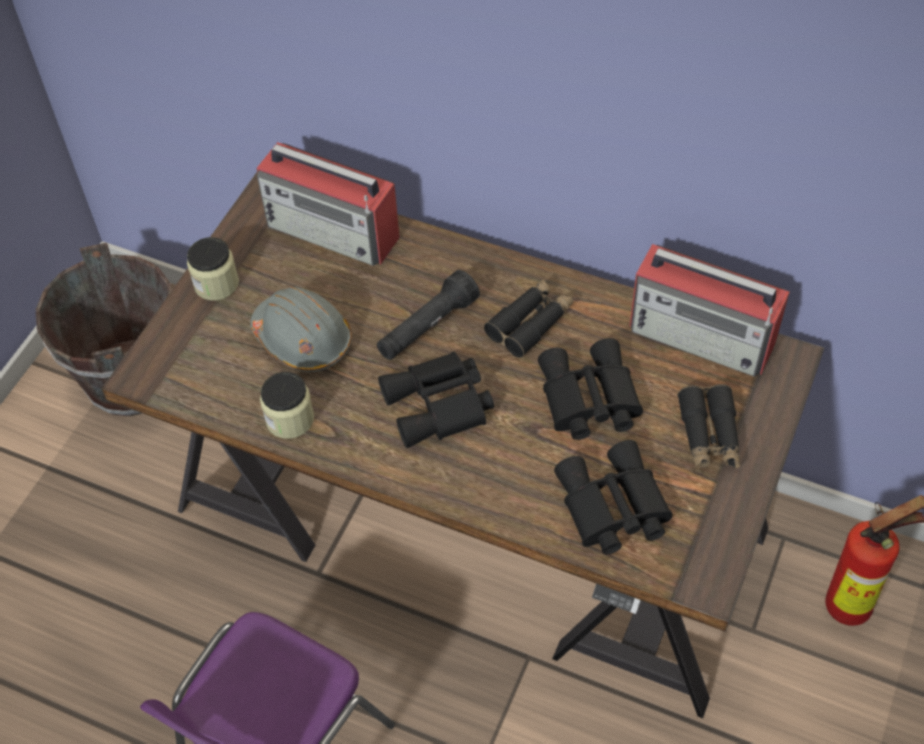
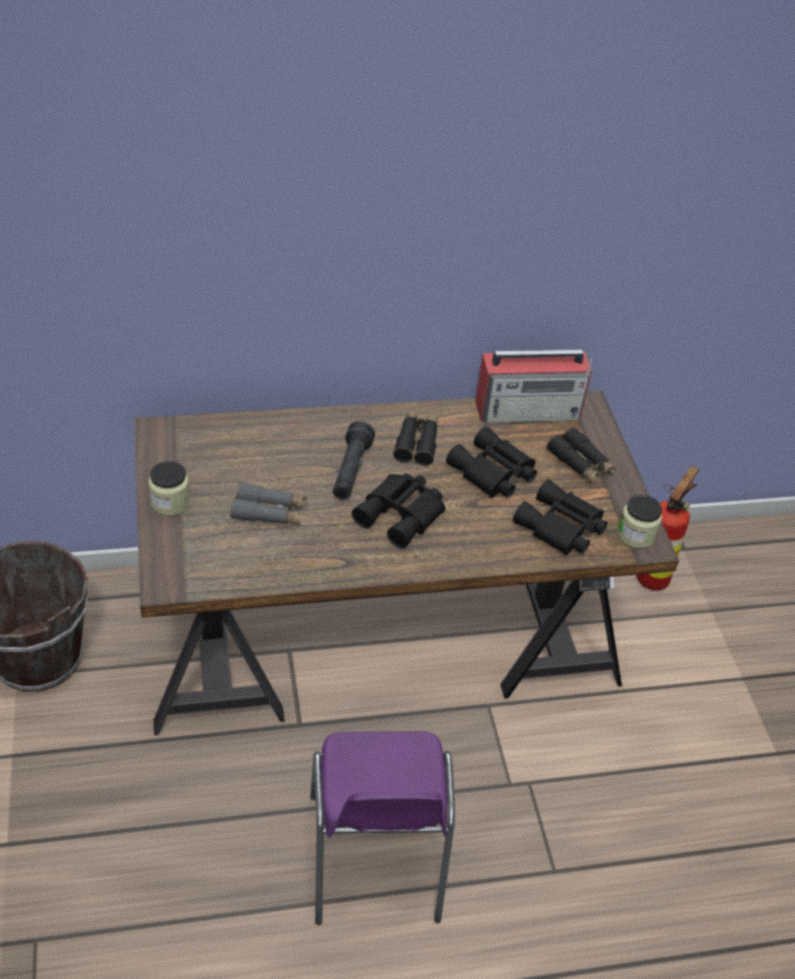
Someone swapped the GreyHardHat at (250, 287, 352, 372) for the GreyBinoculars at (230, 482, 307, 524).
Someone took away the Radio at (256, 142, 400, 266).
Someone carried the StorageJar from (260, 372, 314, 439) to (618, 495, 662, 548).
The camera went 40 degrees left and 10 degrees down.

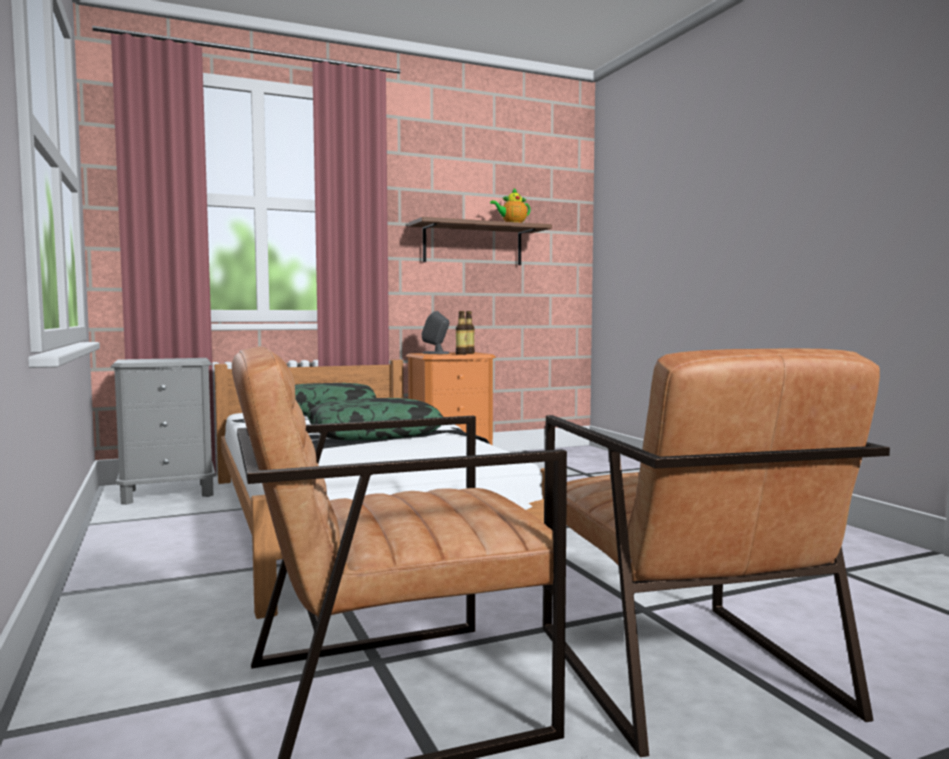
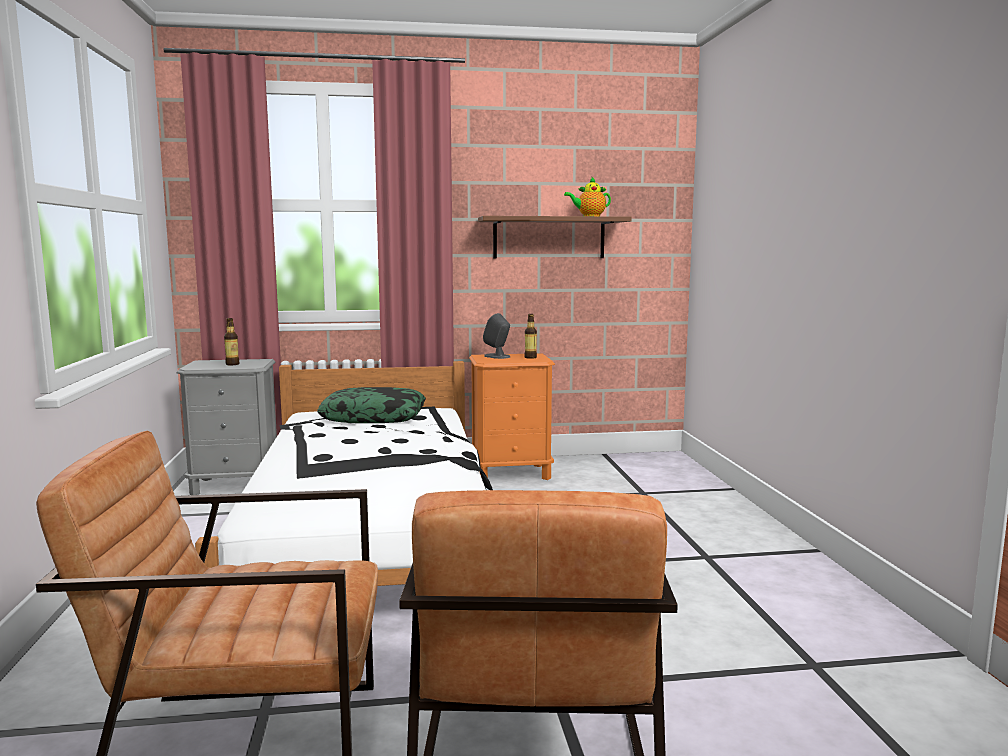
Someone took away the ThrowPillow at (307, 398, 443, 440).
Someone carried the BeverageBottle from (456, 311, 468, 355) to (224, 318, 239, 365).
The camera went 15 degrees right and 5 degrees up.

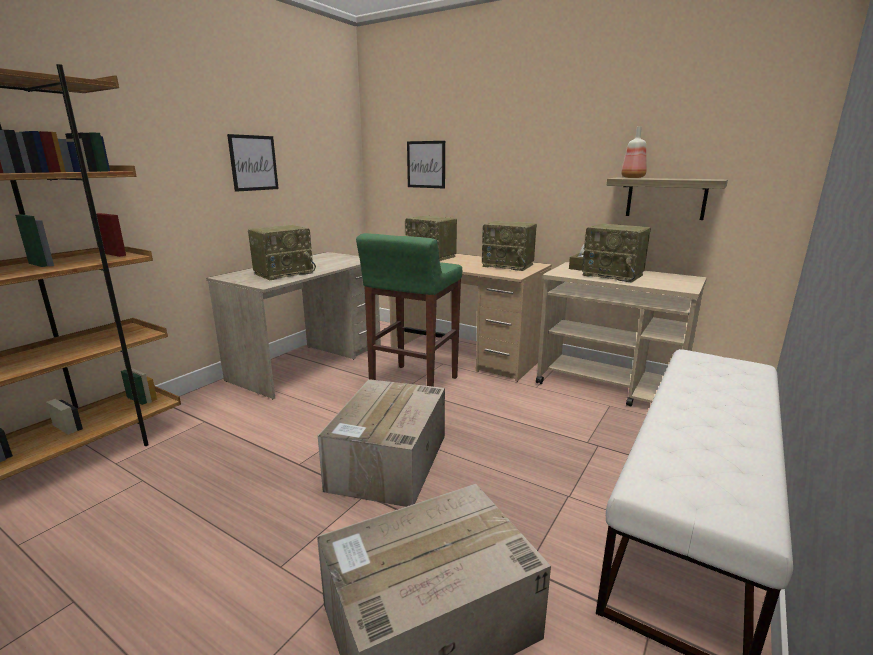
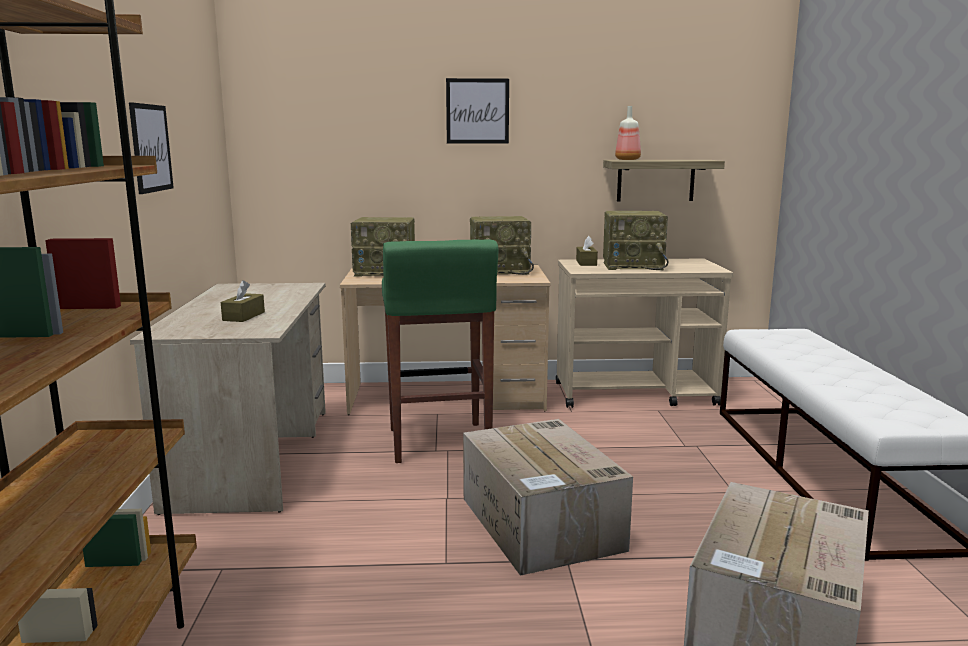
Someone swapped the Radio at (248, 225, 316, 280) for the BrownishBoxOfTissues at (221, 280, 265, 322).
Someone carried the Picture from (407, 141, 445, 188) to (446, 78, 509, 143).
The camera went 35 degrees left and 5 degrees down.

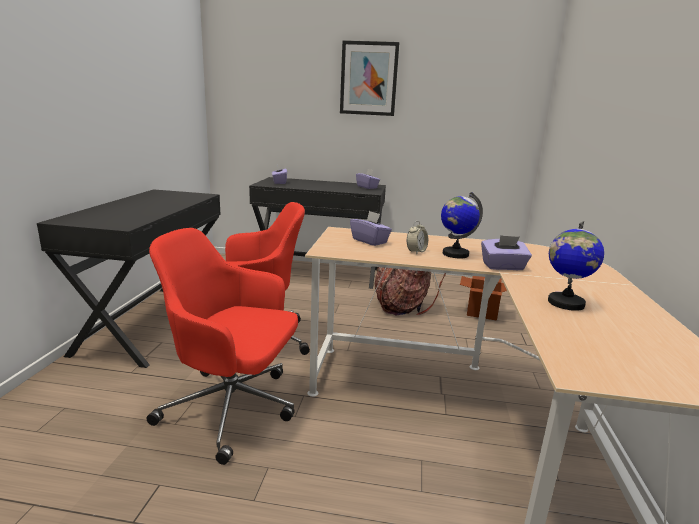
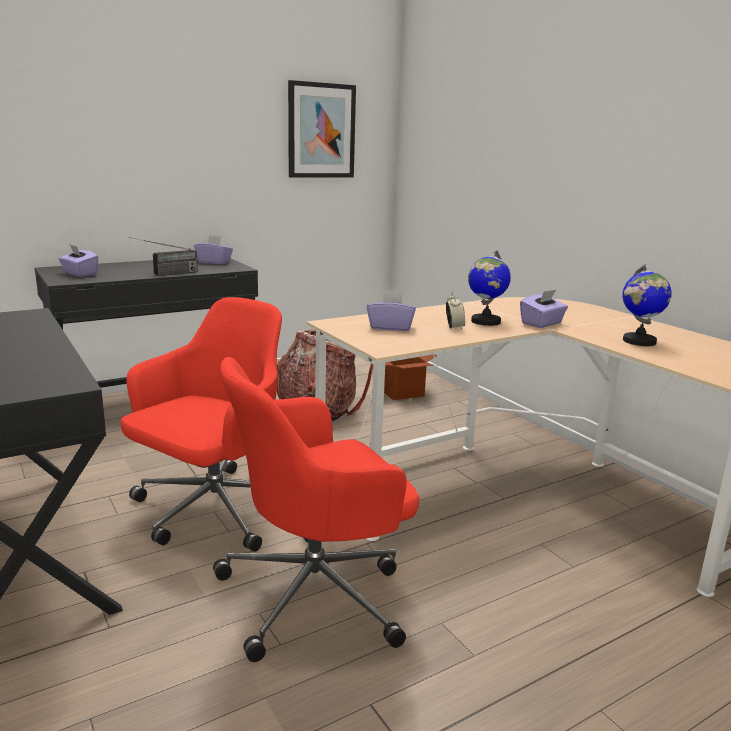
Someone carried the Picture from (340, 40, 399, 116) to (288, 80, 356, 177).
Someone put down the Radio at (129, 237, 197, 276).
The camera went 40 degrees left and 0 degrees up.

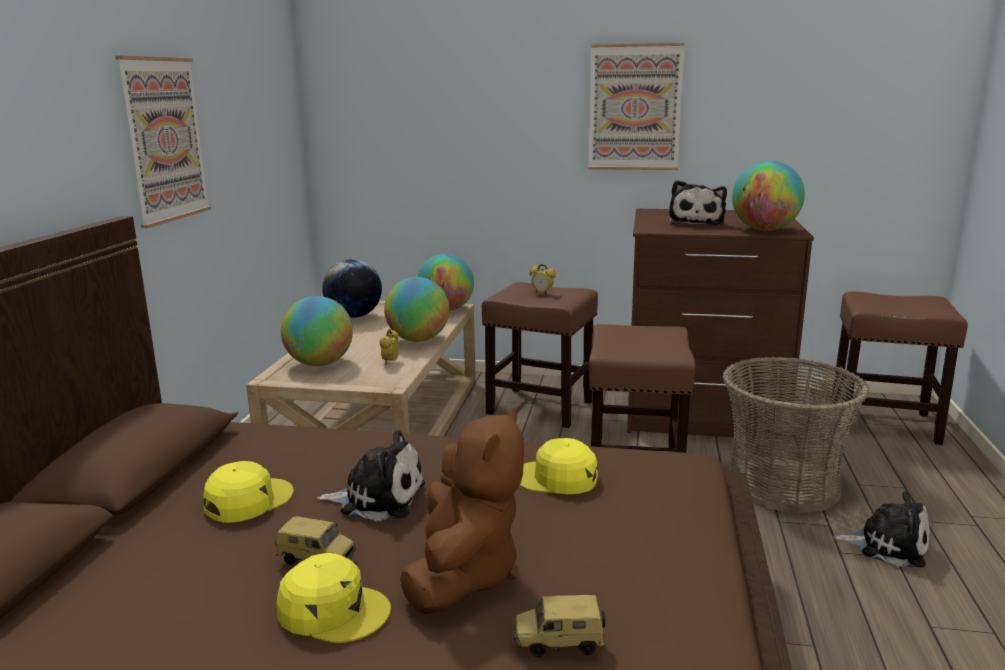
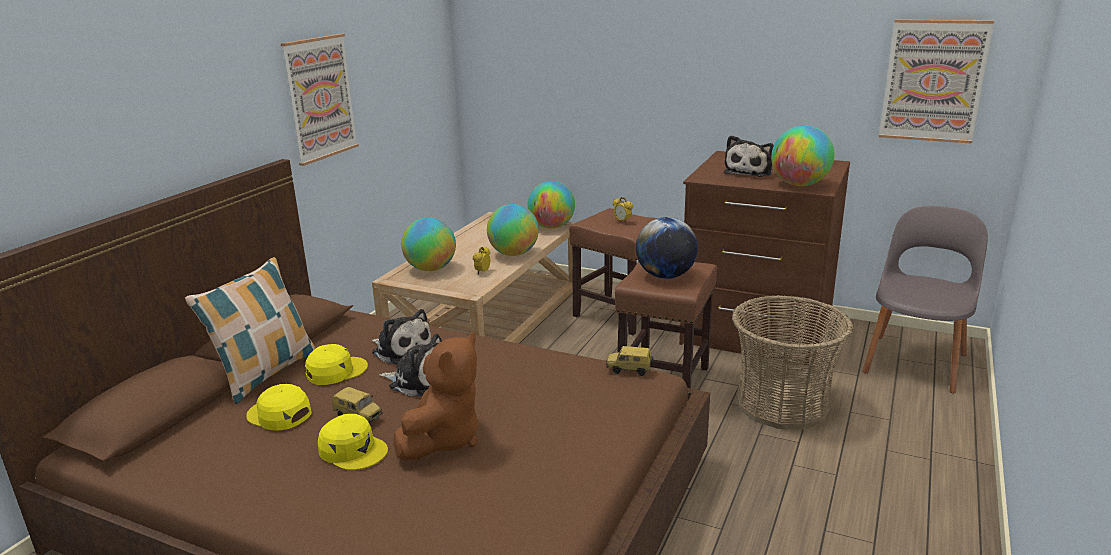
Someone carried the WorldGlobe from (322, 259, 382, 318) to (636, 217, 698, 279).
Someone carried the ModelCar from (514, 595, 605, 657) to (606, 346, 653, 376).
Someone carried the YellowBaseballCap from (520, 438, 598, 494) to (246, 384, 312, 431).
Someone carried the Picture from (588, 43, 685, 170) to (879, 19, 994, 144).
Someone swapped the BrownishSittingStool at (831, 292, 968, 445) for the GreyUprightChair at (863, 206, 988, 393).
Someone carried the SoftToy from (833, 491, 930, 568) to (371, 309, 431, 364).
Someone put down the ThrowPillow at (185, 257, 316, 404).
The camera went 15 degrees right and 5 degrees up.

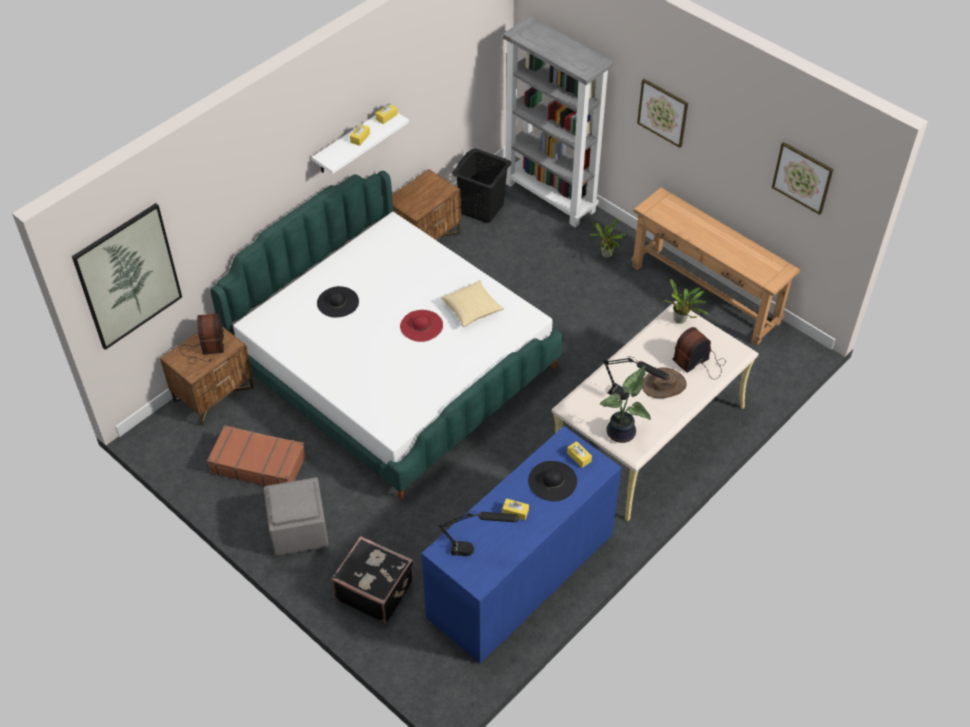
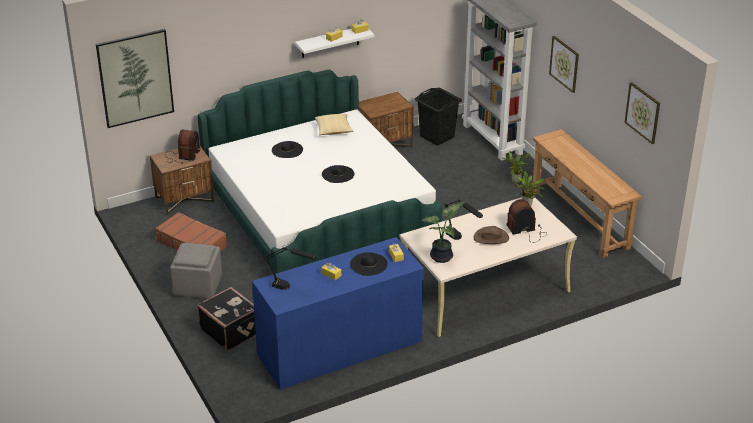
Someone repainted the RedColouredClothingHat at (400, 310, 443, 342), which became the BlackClothingHat at (322, 165, 354, 183).
Someone carried the ThrowPillow from (441, 280, 504, 327) to (315, 114, 353, 135).
The camera went 20 degrees right and 15 degrees down.

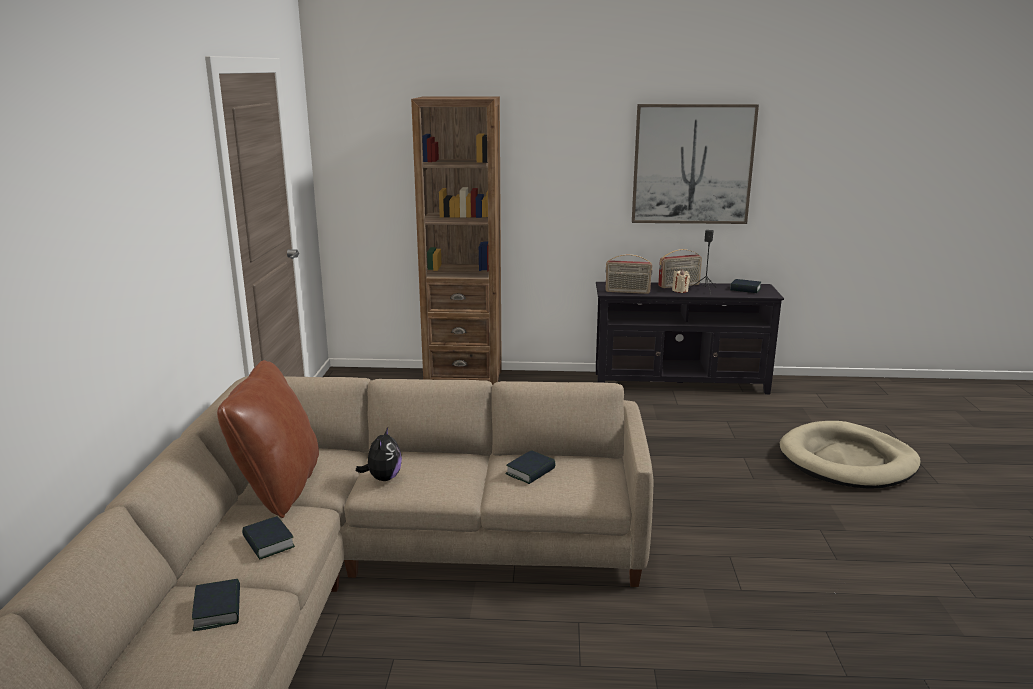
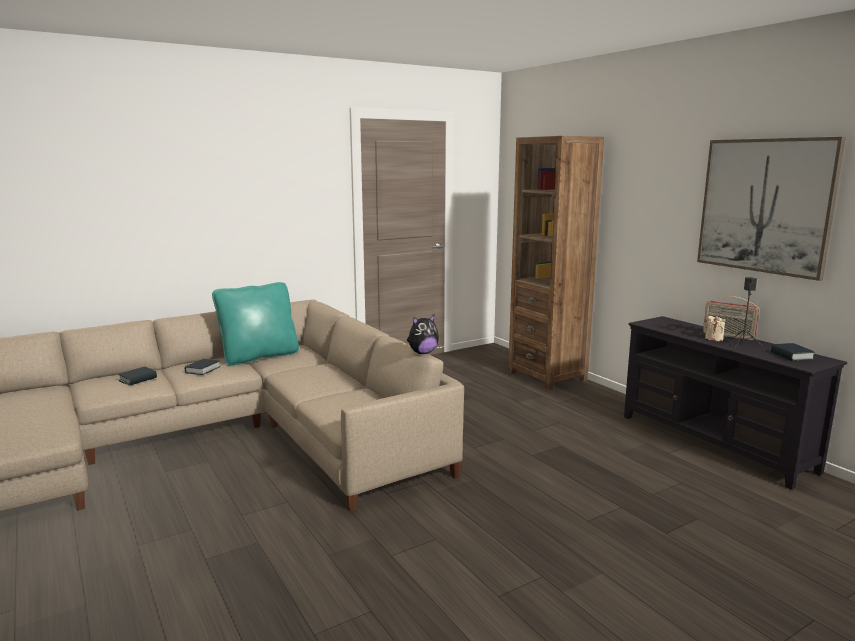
Someone repainted the BrownishThrowPillow at (217, 360, 319, 518), which became the TurquoiseColouredThrowPillow at (212, 282, 299, 366).
Someone carried the SoftToy from (356, 427, 402, 481) to (407, 315, 439, 354).
Someone took away the BoundBook at (505, 450, 555, 484).
Someone took away the Radio at (605, 254, 652, 294).
Someone took away the SandColouredPetBed at (780, 421, 920, 489).
The camera went 55 degrees right and 5 degrees down.

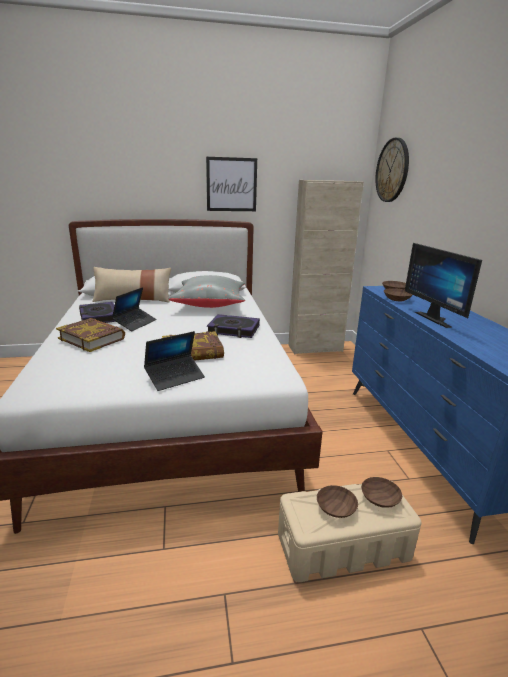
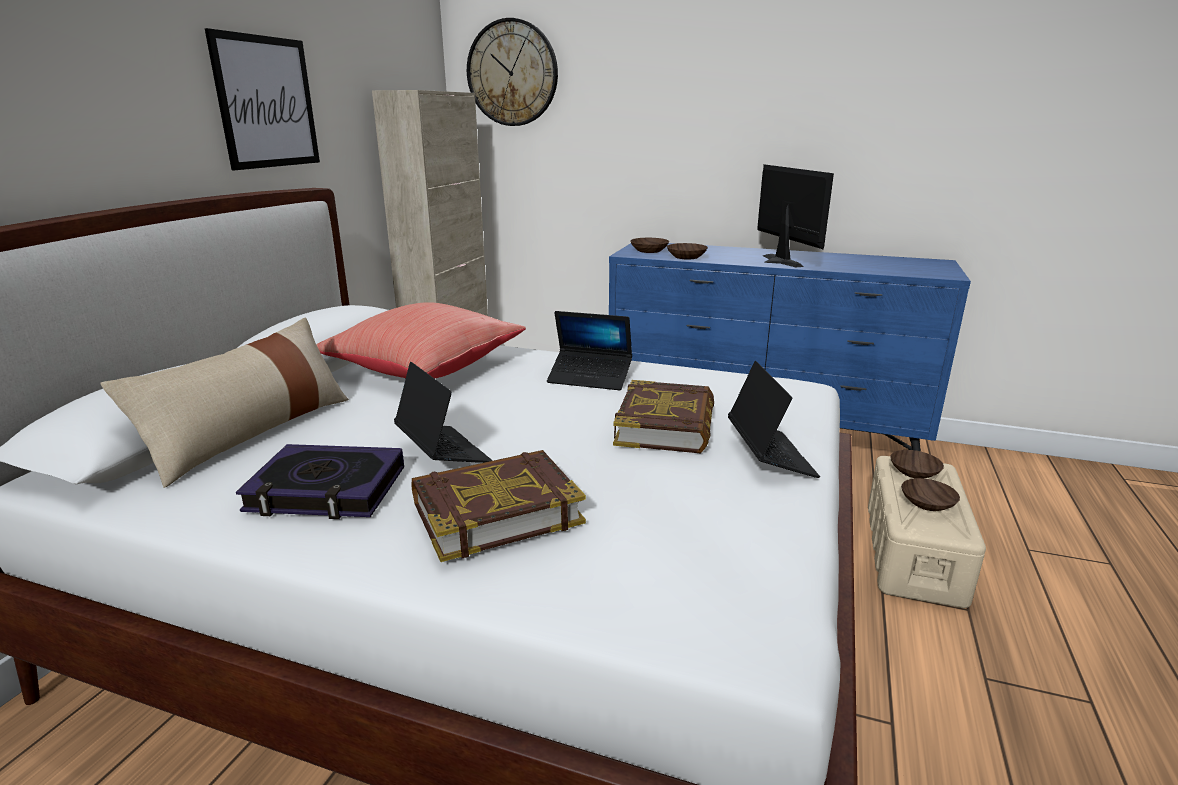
Someone repainted the GreyThrowPillow at (168, 275, 245, 308), which became the RedColouredThrowPillow at (316, 302, 526, 379).
Someone swapped the BoundBook at (207, 314, 260, 338) for the Laptop at (547, 311, 632, 390).
Someone rotated the ComputerScreen at (405, 243, 482, 328) by 120 degrees counterclockwise.
The camera went 60 degrees left and 0 degrees up.

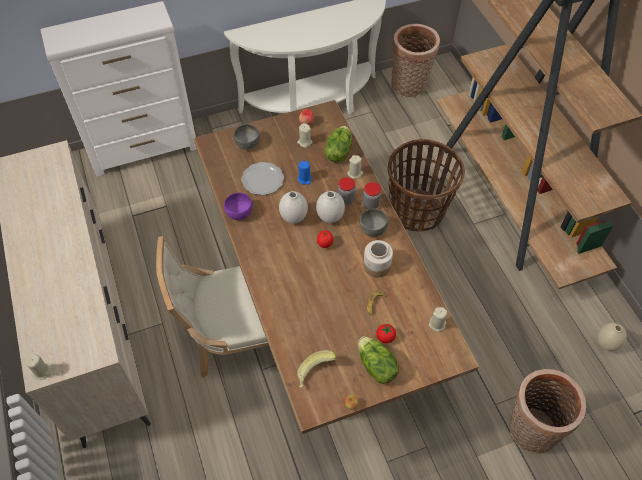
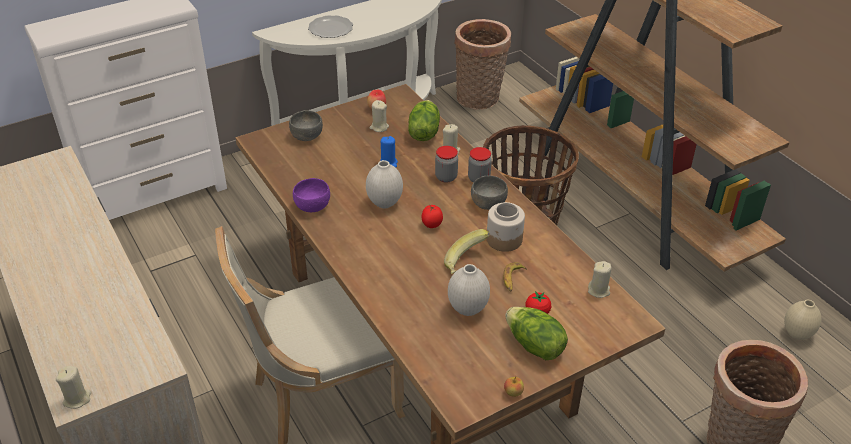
Someone carried the FlatDish from (241, 162, 284, 195) to (308, 15, 353, 38).
Someone carried the WholeBanana from (297, 350, 337, 388) to (444, 229, 490, 274).
Someone carried the WhiteColouredFlowerVase from (316, 191, 345, 223) to (448, 264, 490, 316).
The camera went 10 degrees left and 15 degrees down.

